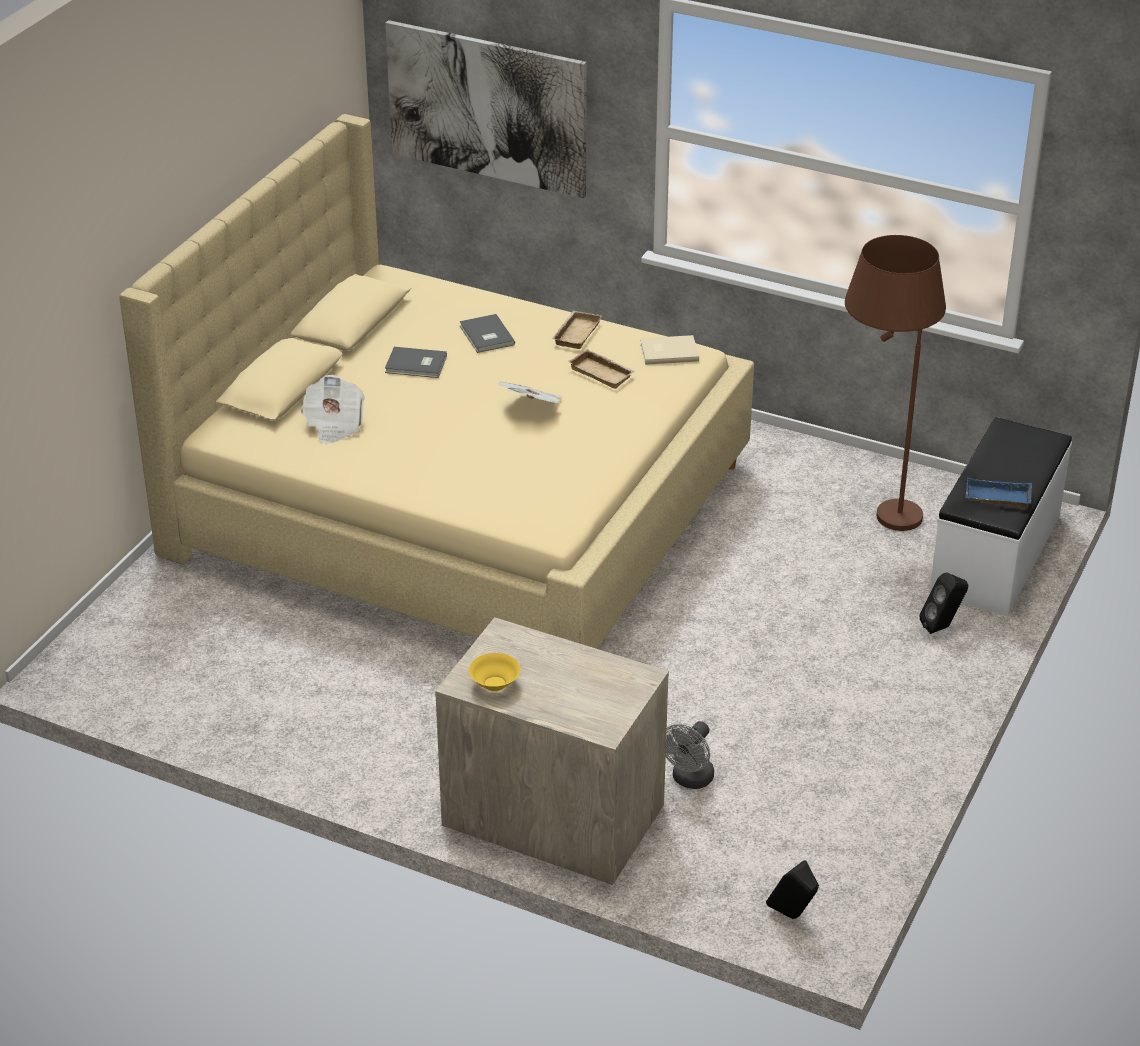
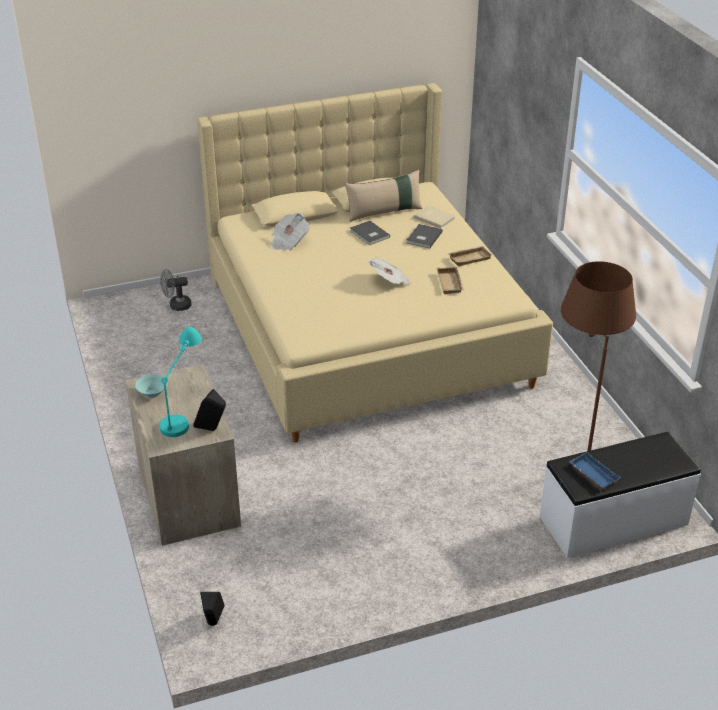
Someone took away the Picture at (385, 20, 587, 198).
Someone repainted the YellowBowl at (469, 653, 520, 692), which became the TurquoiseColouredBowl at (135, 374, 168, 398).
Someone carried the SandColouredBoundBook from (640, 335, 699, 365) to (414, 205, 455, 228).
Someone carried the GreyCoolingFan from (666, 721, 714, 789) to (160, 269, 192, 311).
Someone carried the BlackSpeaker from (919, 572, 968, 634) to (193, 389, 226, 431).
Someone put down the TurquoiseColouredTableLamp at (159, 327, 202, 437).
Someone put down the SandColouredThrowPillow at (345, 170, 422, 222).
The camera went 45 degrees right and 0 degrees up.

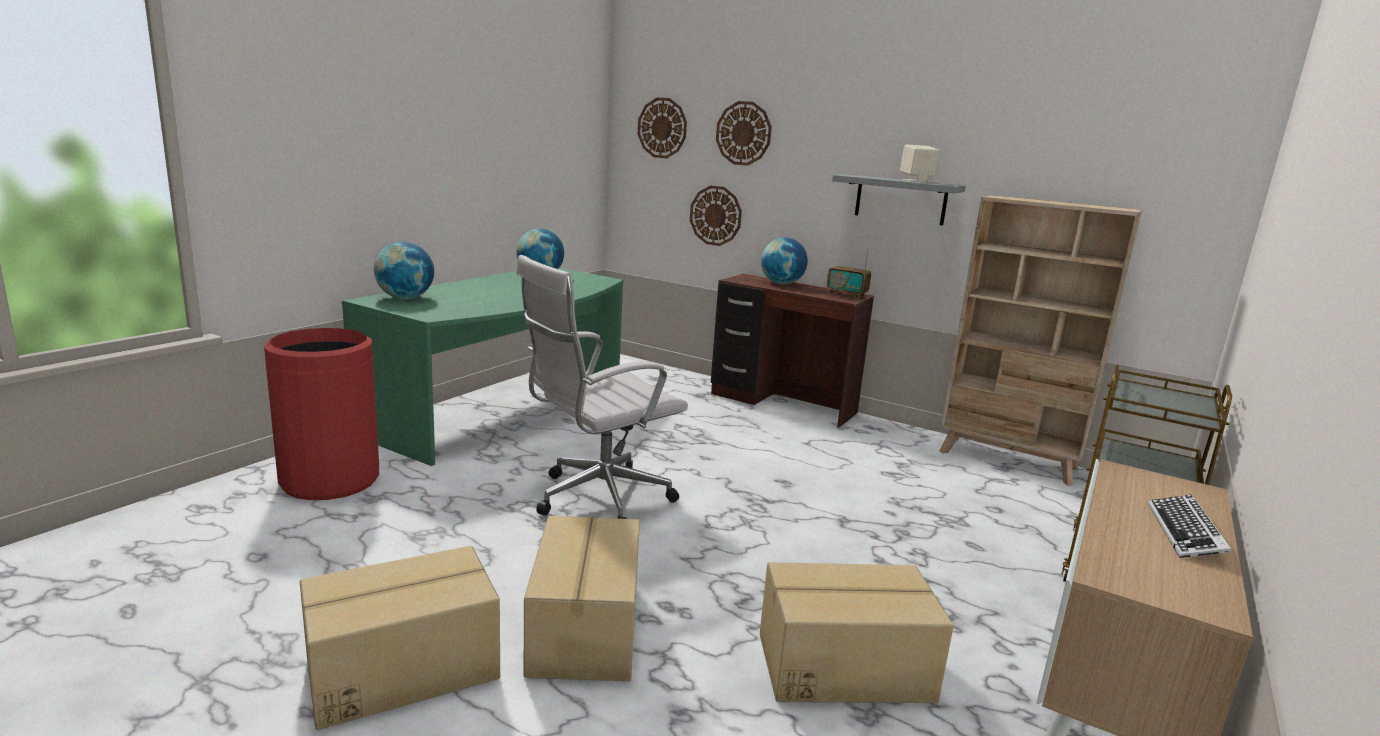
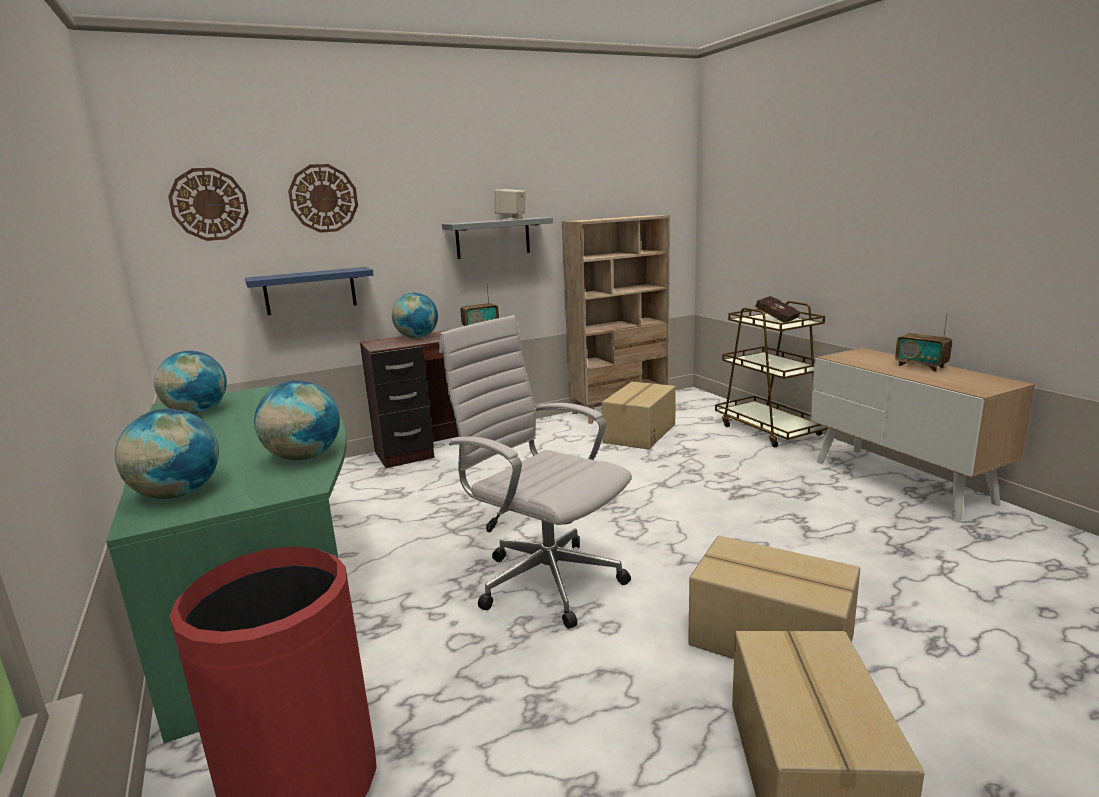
Someone rotated the WhiteColouredOfficeChair at (516, 255, 688, 519) by 135 degrees clockwise.
Someone swapped the WallClock at (690, 186, 742, 246) for the BlueColouredWallShelf at (245, 267, 374, 315).
Someone carried the Carton from (760, 562, 954, 703) to (602, 382, 676, 450).
Someone swapped the Keyboard at (1148, 495, 1232, 558) for the Radio at (895, 313, 952, 371).
Someone put down the WorldGlobe at (254, 380, 340, 461).
Someone put down the RedColouredBoundBook at (755, 296, 800, 323).
The camera went 55 degrees left and 0 degrees up.

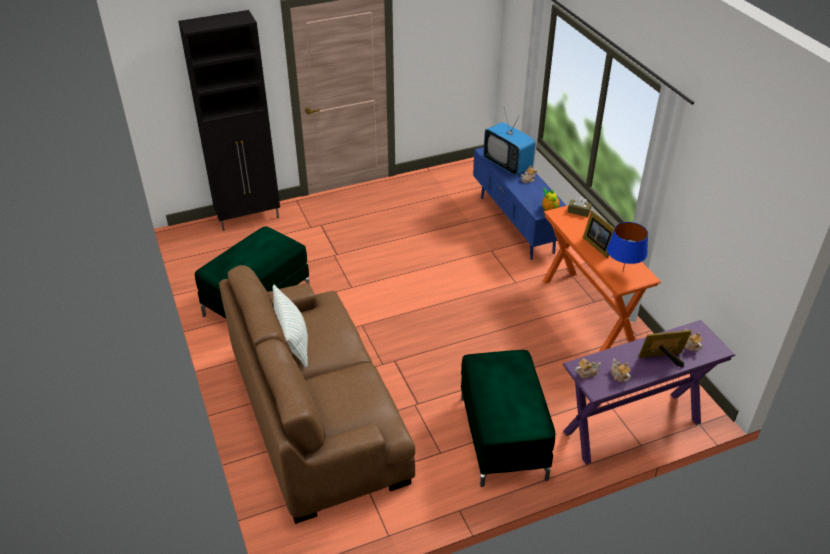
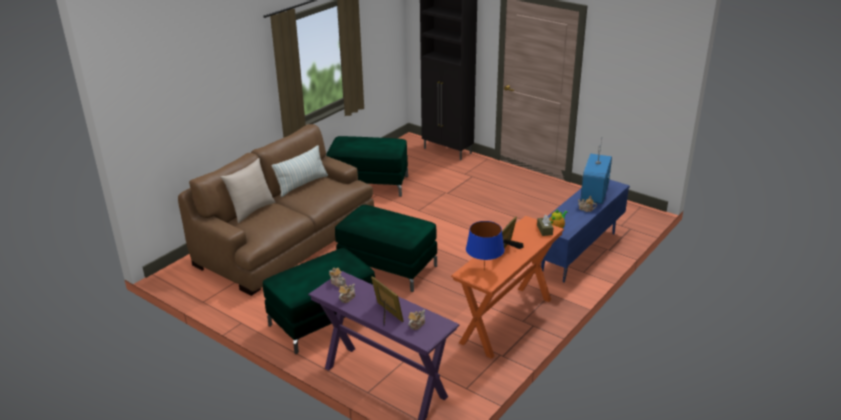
Someone put down the SandColouredThrowPillow at (221, 158, 276, 223).
Someone put down the GreenPouffe at (335, 205, 437, 292).
The camera went 60 degrees right and 10 degrees down.

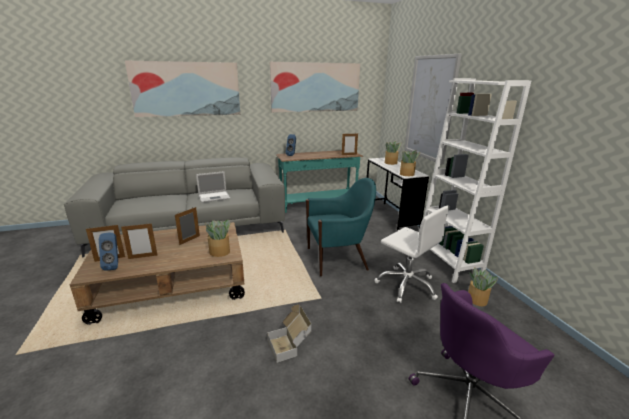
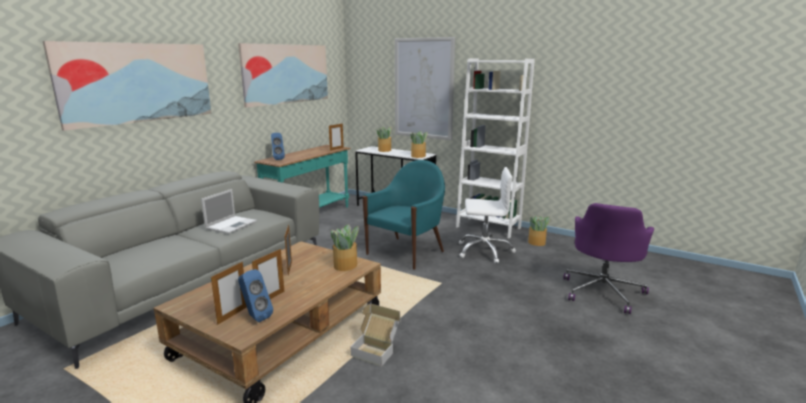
Someone carried the Carton from (267, 304, 311, 363) to (350, 304, 401, 367).
The camera went 40 degrees left and 5 degrees down.

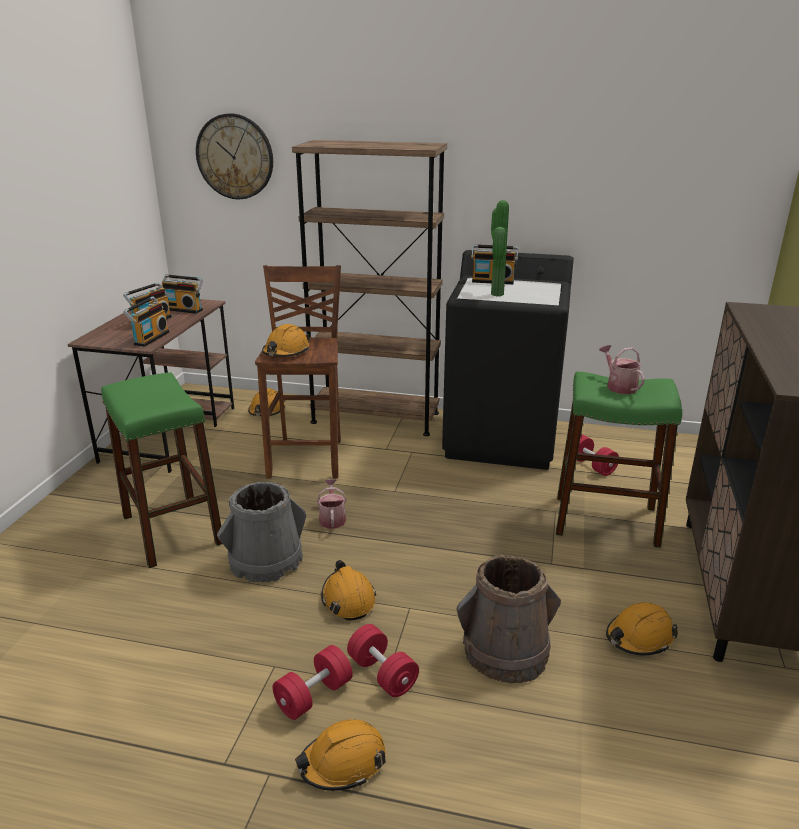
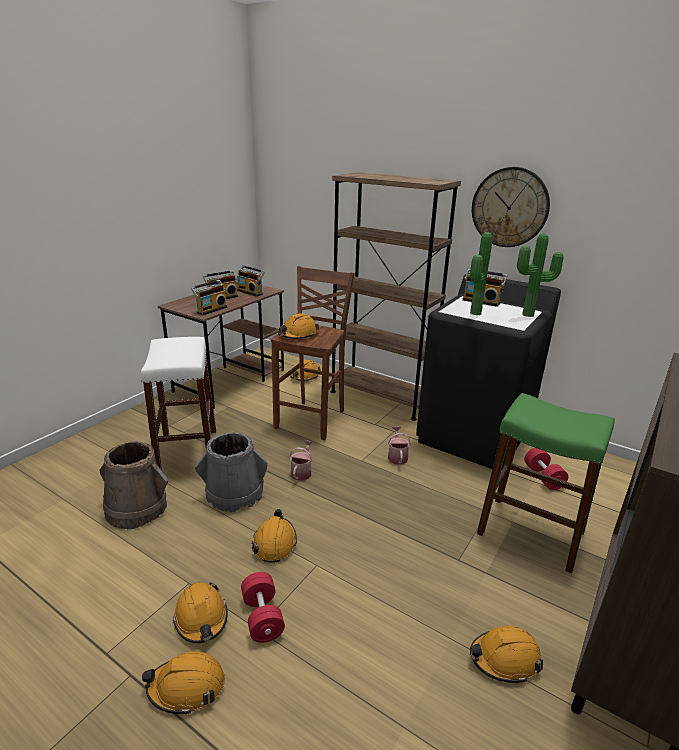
Someone repainted the GreenSittingStool at (101, 372, 222, 568), which became the WhiteColouredSittingStool at (141, 337, 216, 471).
Someone carried the WallClock from (196, 113, 273, 199) to (472, 167, 550, 247).
Someone swapped the RedColouredDumbbell at (273, 645, 353, 720) for the OrangeHardHat at (173, 582, 228, 643).
Someone carried the BrownishPail from (456, 555, 561, 683) to (99, 441, 168, 530).
Someone carried the WateringPot from (599, 345, 645, 394) to (388, 427, 411, 464).
Someone put down the Houseplant at (517, 234, 564, 317).
The camera went 20 degrees right and 0 degrees up.

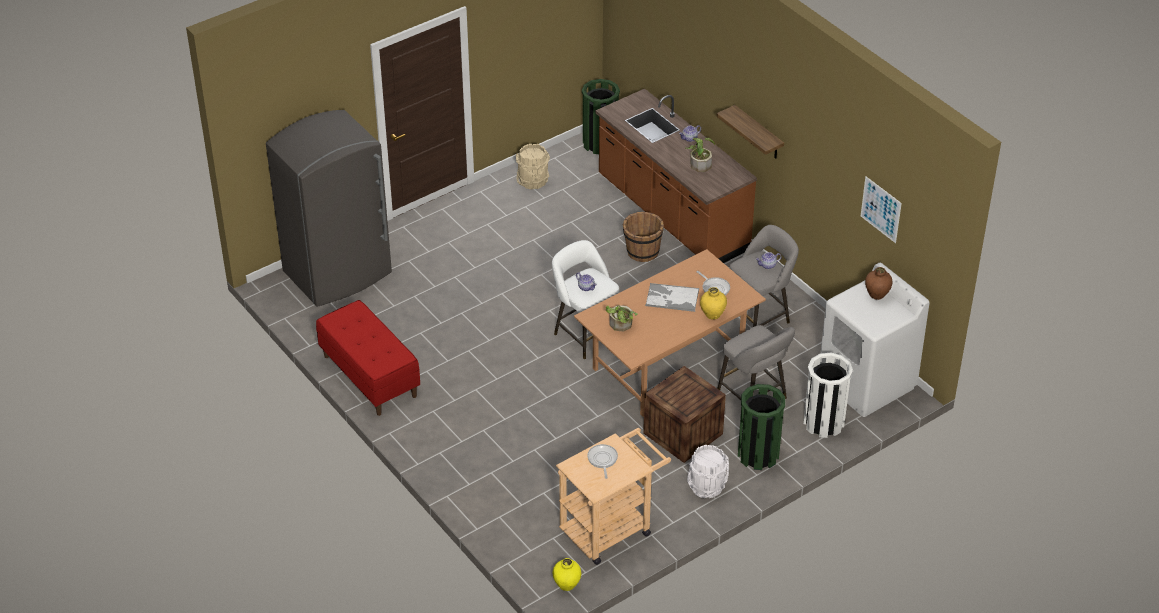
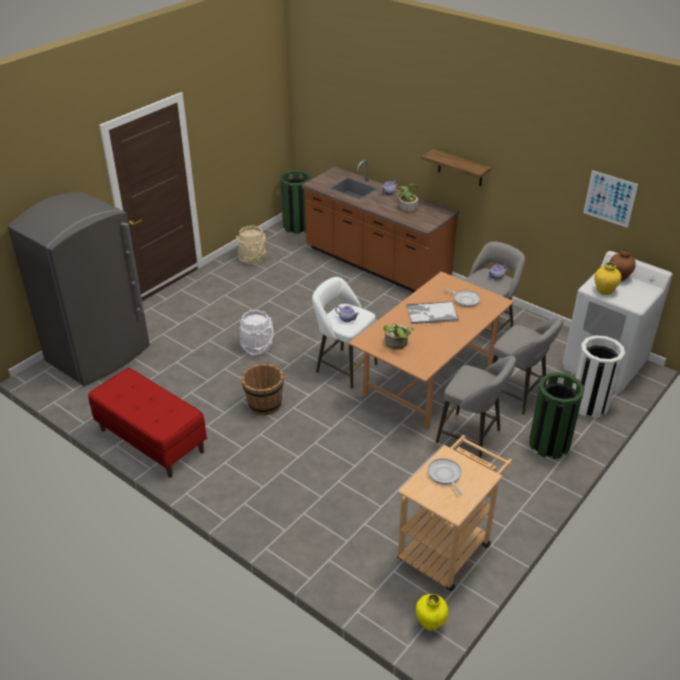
Someone carried the BrownishPail from (623, 212, 664, 262) to (241, 364, 284, 415).
Someone swapped the PackingCrate at (643, 366, 726, 463) for the GreySittingStool at (436, 356, 516, 459).
Someone carried the WhiteColouredPail from (687, 445, 729, 498) to (239, 310, 274, 356).
Someone carried the YellowFlowerVase from (700, 287, 727, 319) to (594, 262, 622, 295).
The camera went 15 degrees left and 5 degrees down.

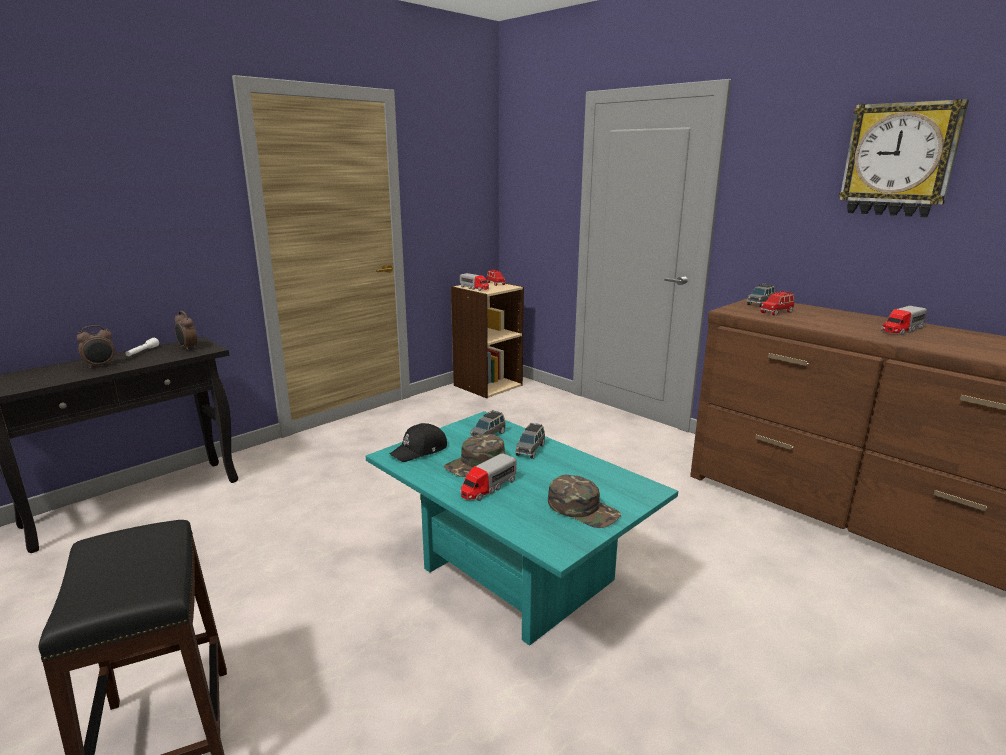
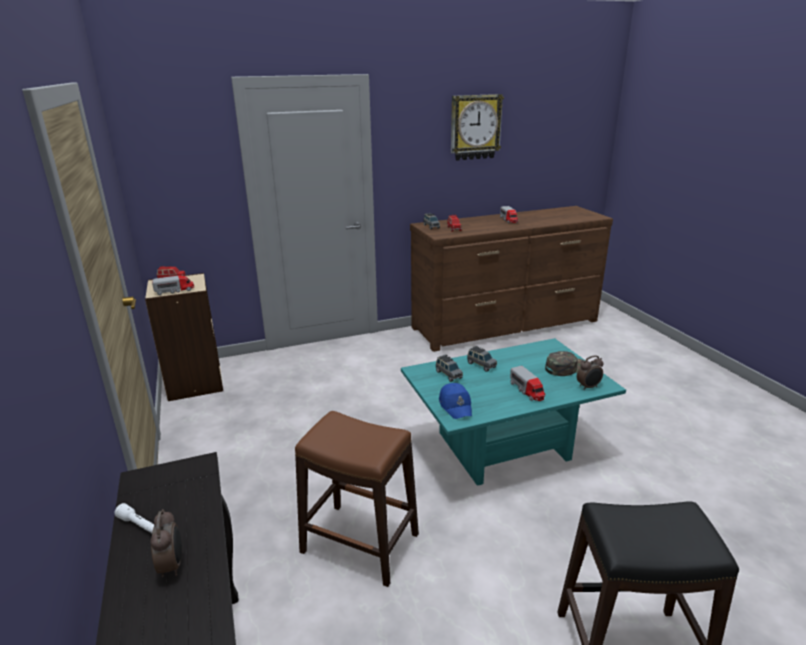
Someone carried the TableClock from (174, 311, 197, 351) to (577, 355, 604, 390).
Someone repainted the BlackBaseballCap at (390, 423, 447, 462), which became the BlueColouredBaseballCap at (439, 383, 472, 419).
Someone took away the GreenBaseballCap at (444, 434, 505, 477).
Someone put down the BrownishSittingStool at (295, 411, 419, 587).
The camera went 65 degrees left and 5 degrees up.

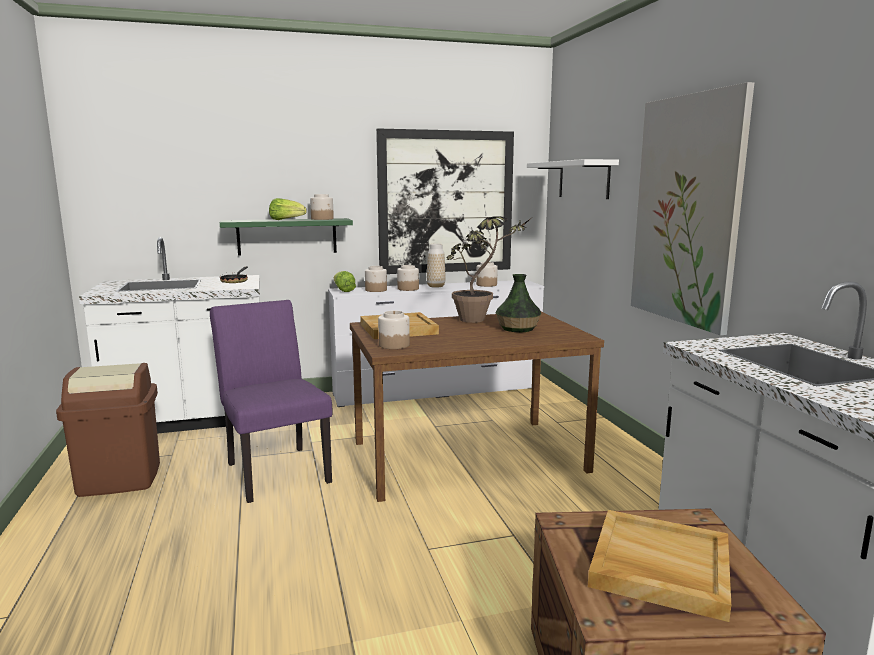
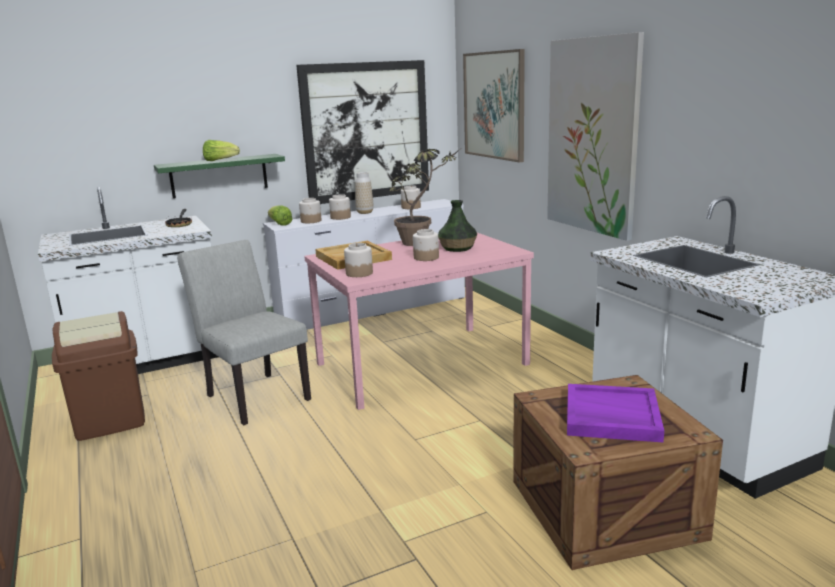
Someone repainted the PurpleColouredUprightChair at (210, 300, 333, 503), which became the GreyUprightChair at (177, 240, 311, 425).
Someone carried the StorageJar from (310, 194, 334, 220) to (413, 229, 439, 261).
Someone repainted the BrownishDinnerTable at (350, 312, 604, 502), which became the PinkColouredDinnerTable at (304, 233, 534, 410).
Someone swapped the WhiteColouredWallShelf at (527, 159, 619, 199) for the Picture at (463, 49, 525, 163).
Someone repainted the SandColouredCarryingTray at (588, 510, 731, 622), which became the PurpleColouredCarryingTray at (567, 384, 664, 442).
The camera went 10 degrees left and 5 degrees up.

